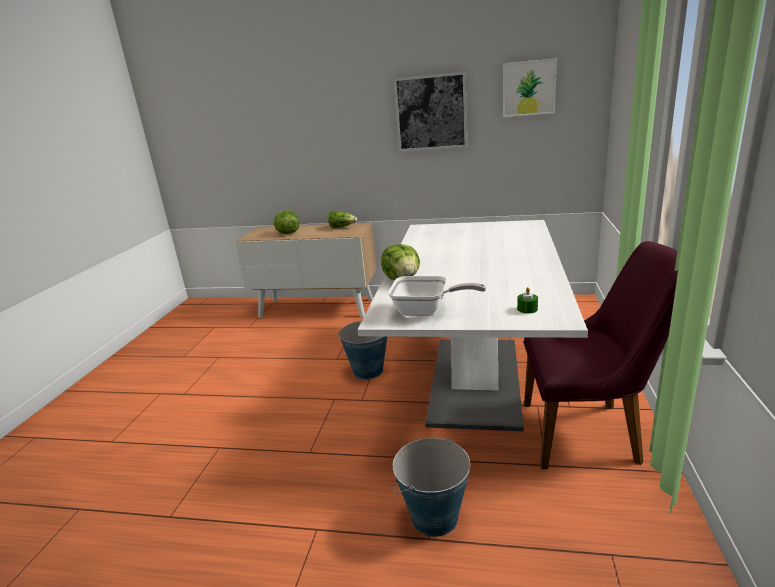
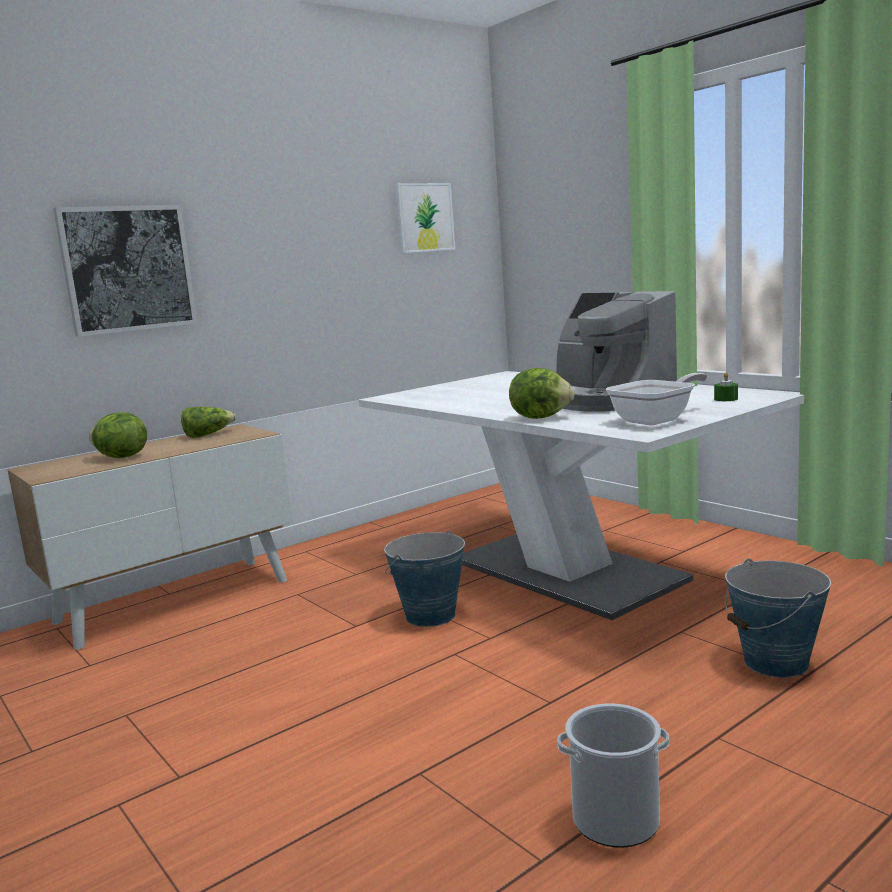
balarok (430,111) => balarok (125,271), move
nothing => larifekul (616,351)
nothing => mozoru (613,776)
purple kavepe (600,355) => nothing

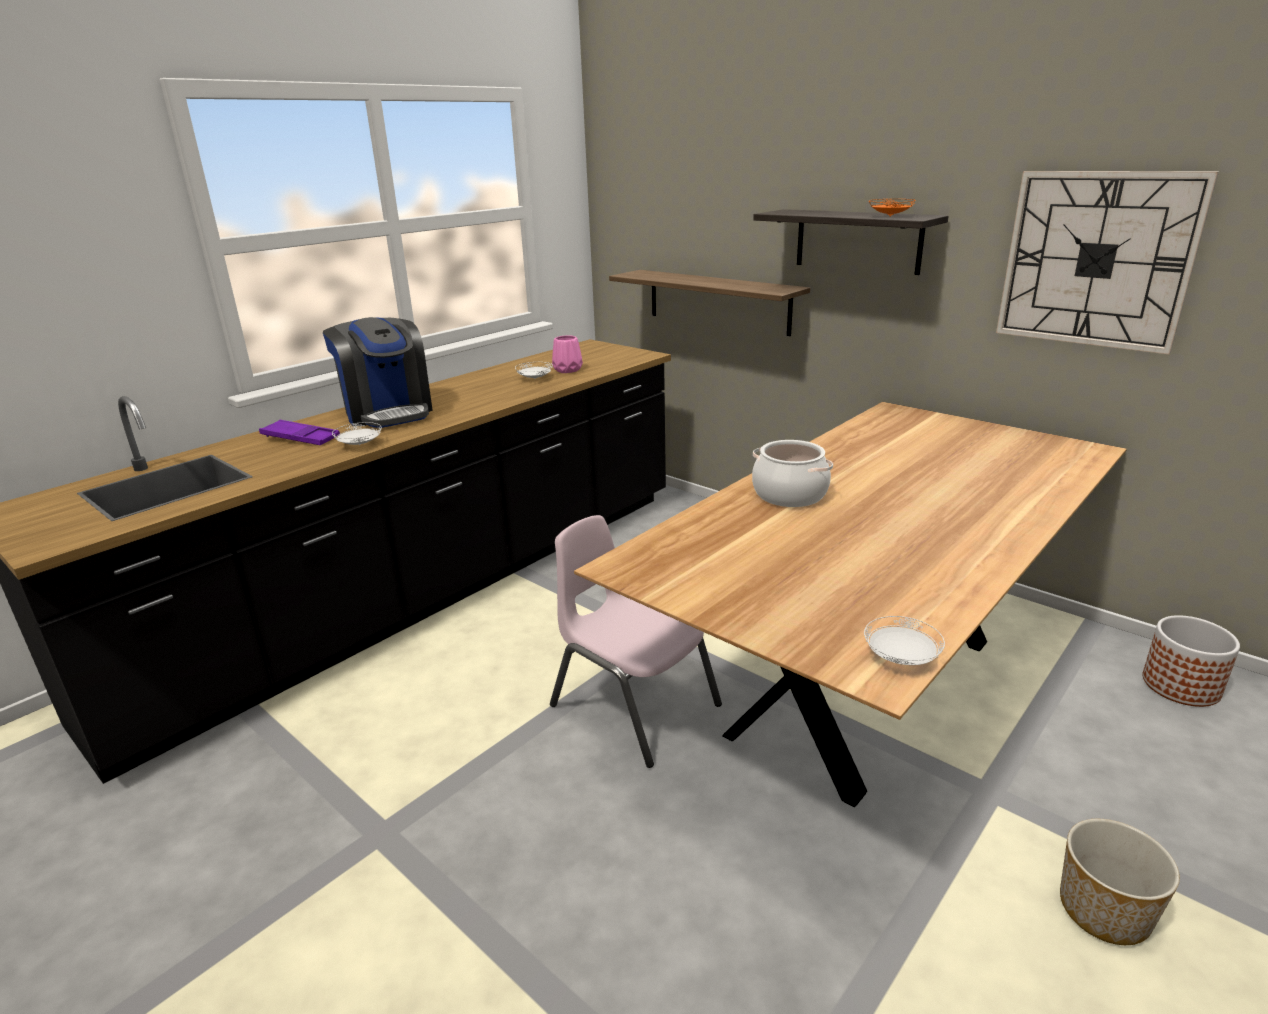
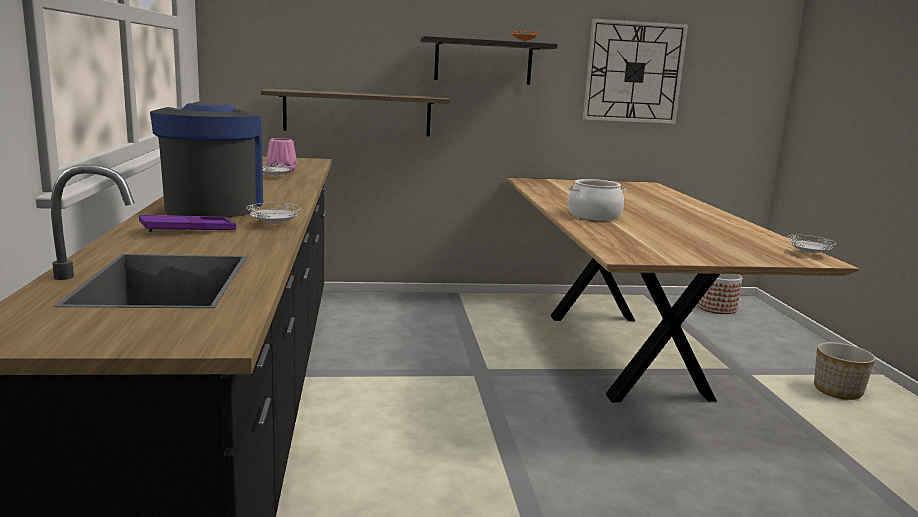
larifekul (378,372) => larifekul (206,159), 105 degrees counterclockwise
pink kavepe (636,641) => nothing

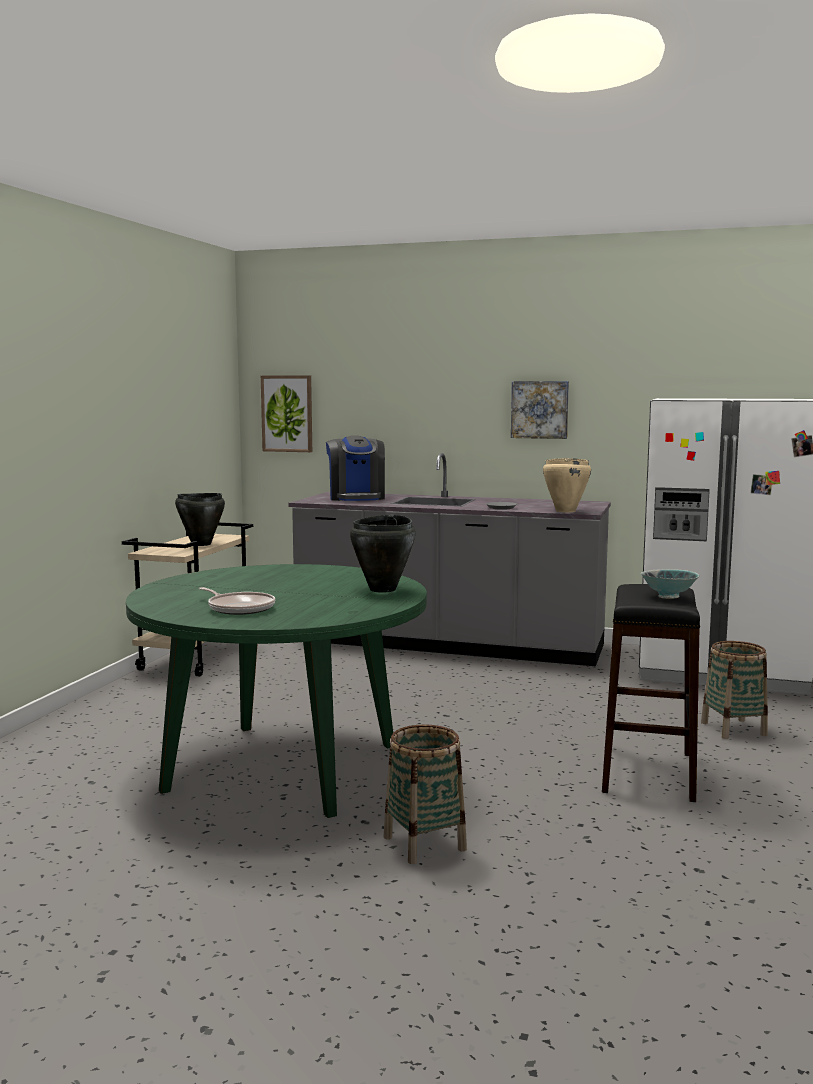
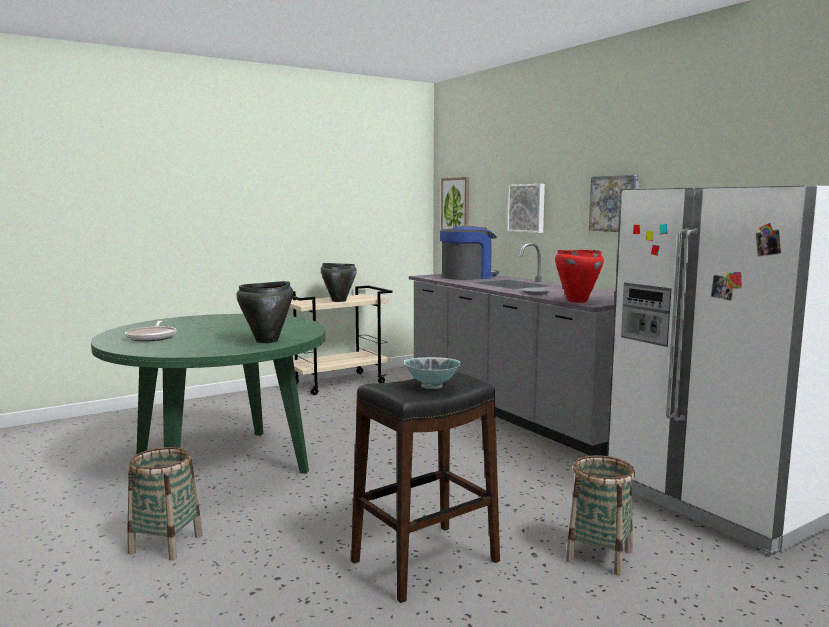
larifekul (355,468) => larifekul (469,253), 150 degrees counterclockwise
nothing => balarok (526,208)
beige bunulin (567,485) => red bunulin (579,276)

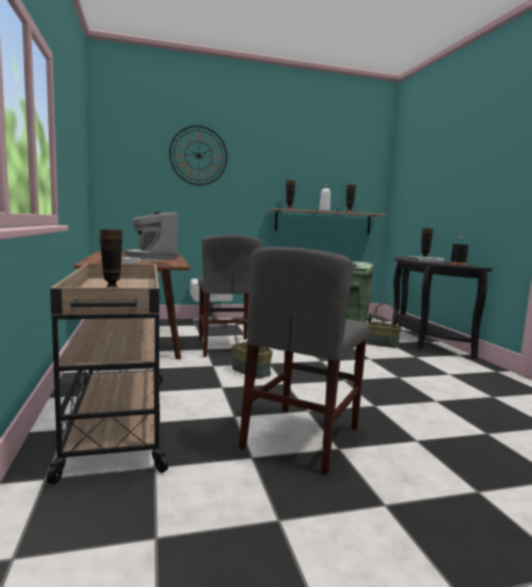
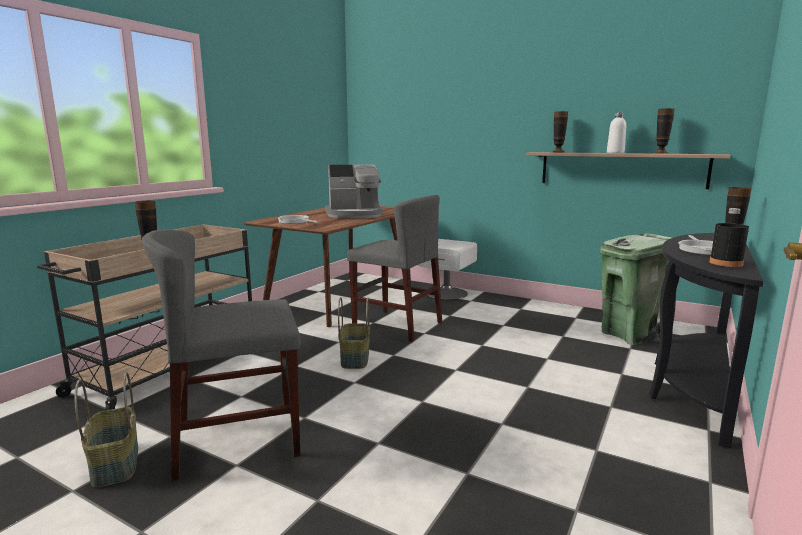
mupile (383,324) => mupile (106,429), move
larifekul (152,235) => larifekul (354,191), 120 degrees counterclockwise
grey kavepe (230,296) => grey kavepe (394,268), 90 degrees counterclockwise
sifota (198,155) => nothing

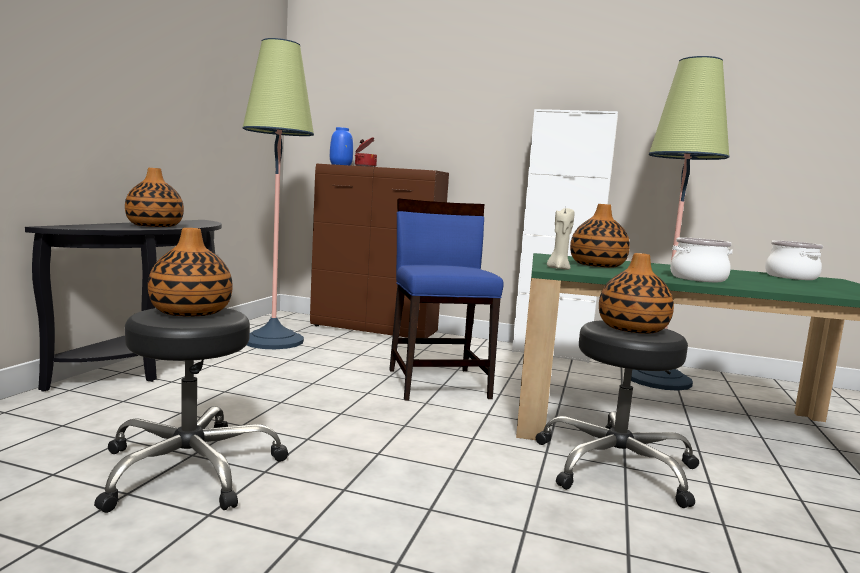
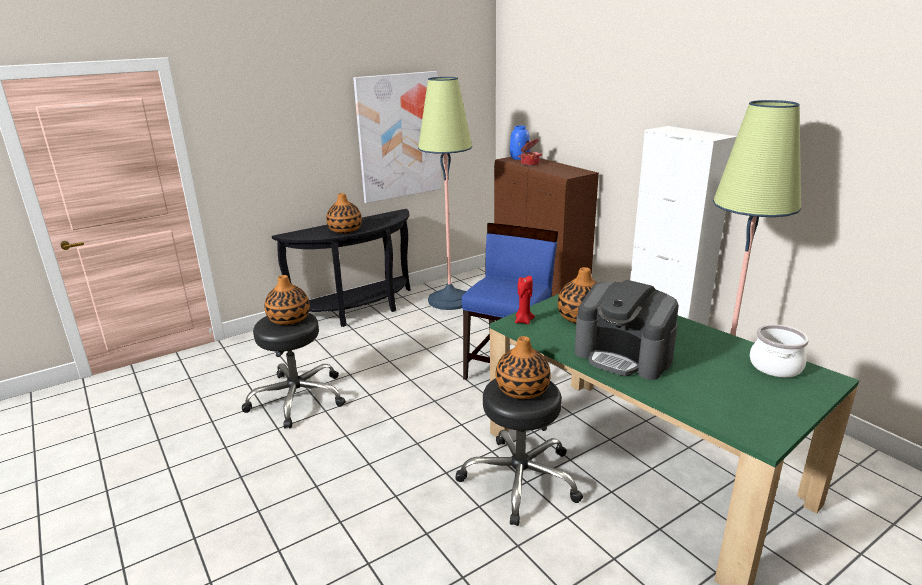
nothing => balarok (397,137)
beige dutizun (561,239) => red dutizun (525,300)
bunulin (701,259) => larifekul (627,330)

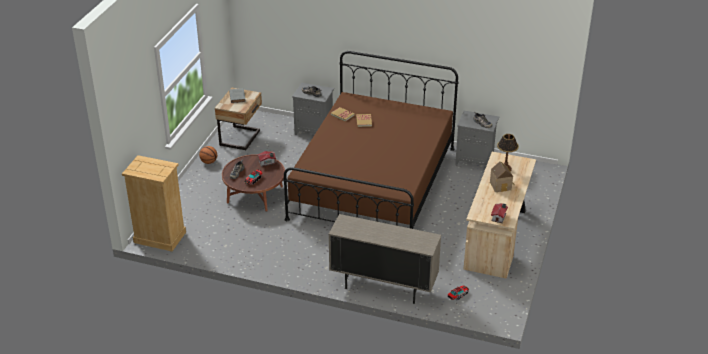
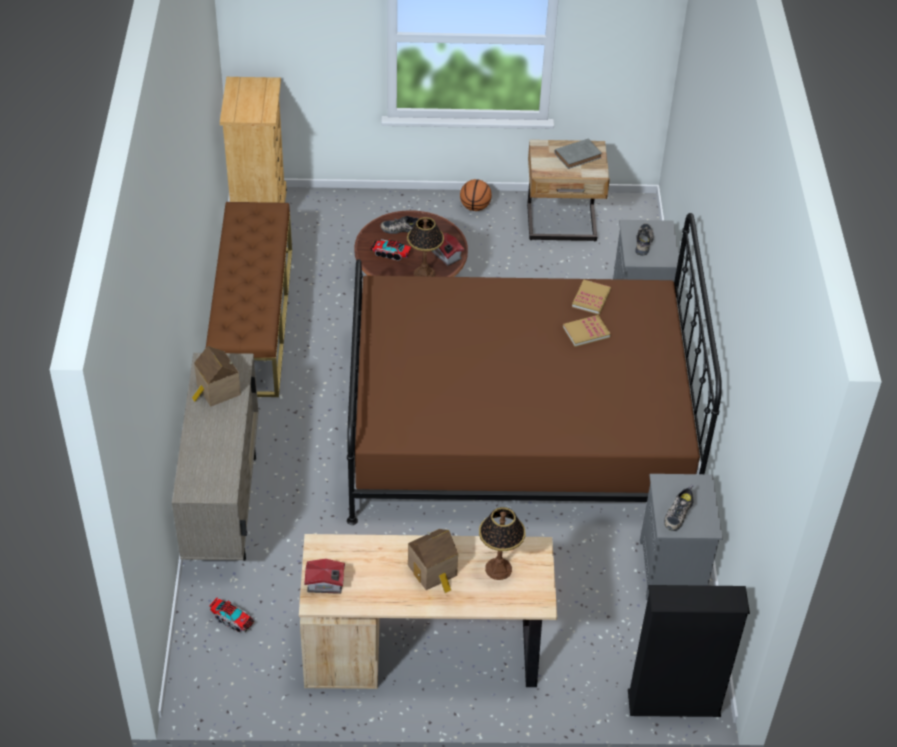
nothing => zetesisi (216,376)
nothing => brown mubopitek (249,299)
nothing => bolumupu (425,247)
nothing => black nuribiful (689,651)

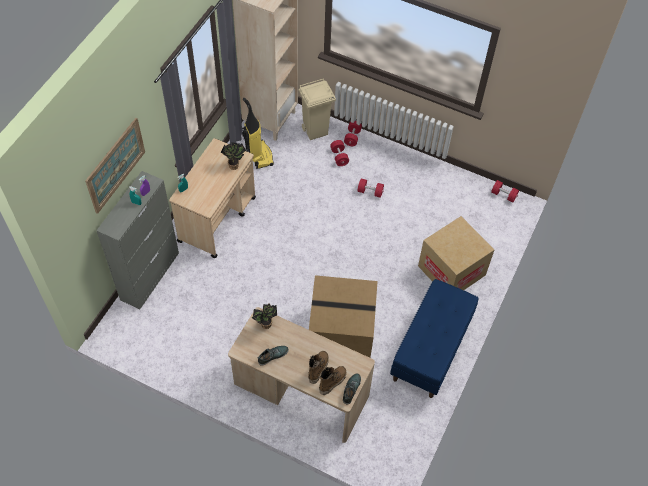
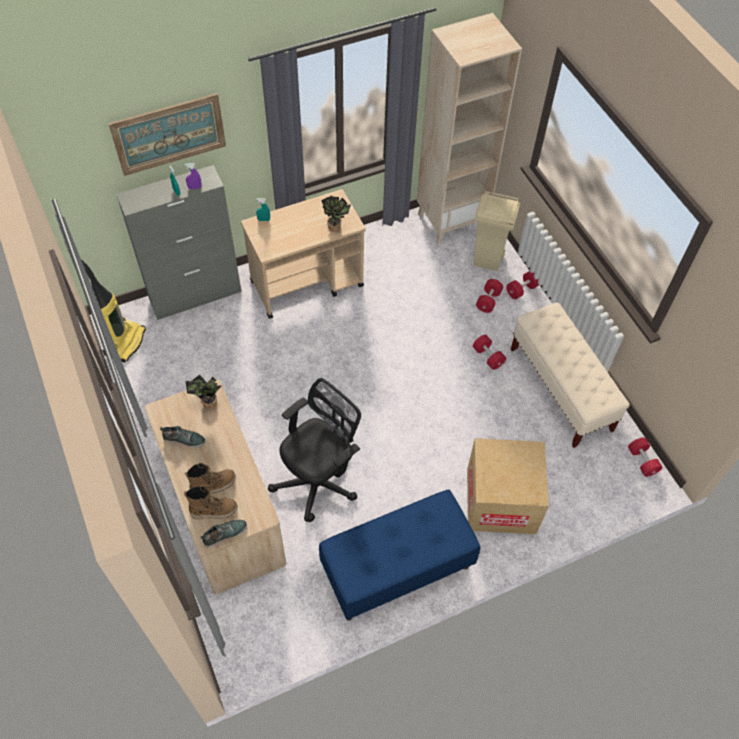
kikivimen (258,133) => kikivimen (113,311), move
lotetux (343,316) => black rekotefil (314,450)
nothing => beige mubopitek (570,375)

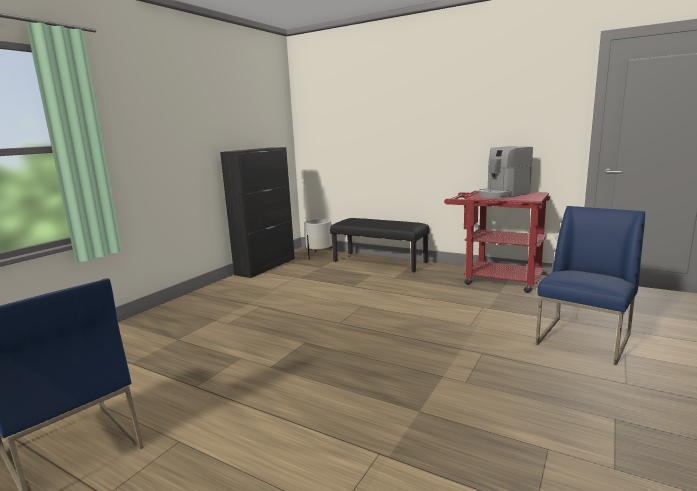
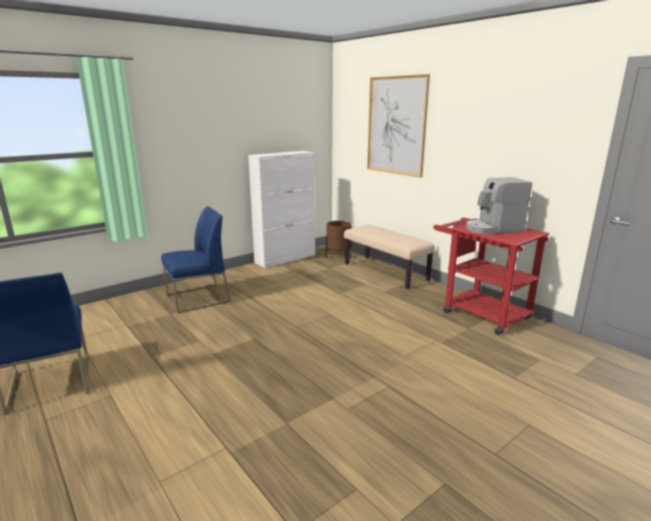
blue kavepe (590,285) => blue kavepe (196,259), move
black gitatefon (257,212) => white gitatefon (281,209)
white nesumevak (318,239) => brown nesumevak (339,239)
black mubopitek (380,245) => beige mubopitek (389,257)
nothing => balarok (398,126)

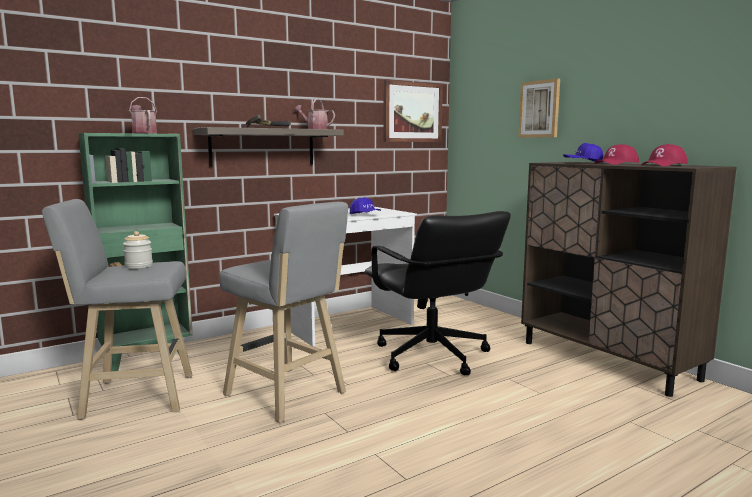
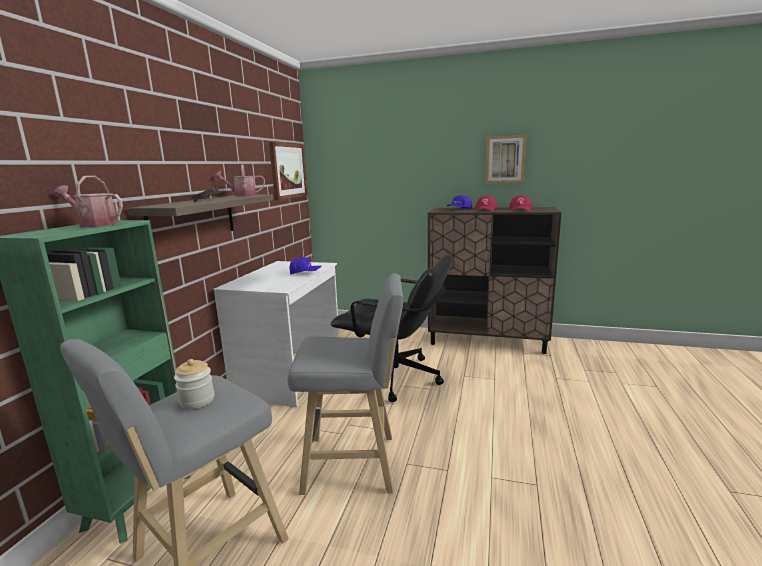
balarok (539,108) => balarok (505,159), move

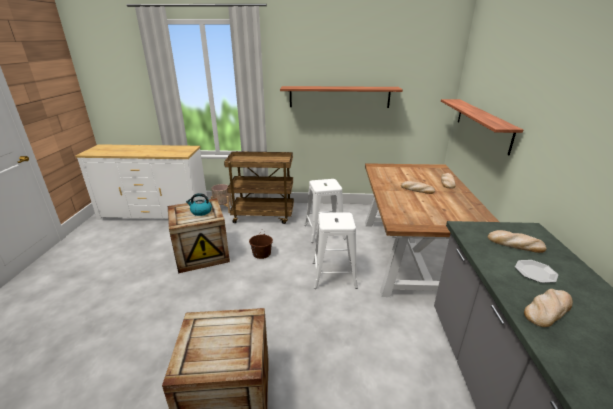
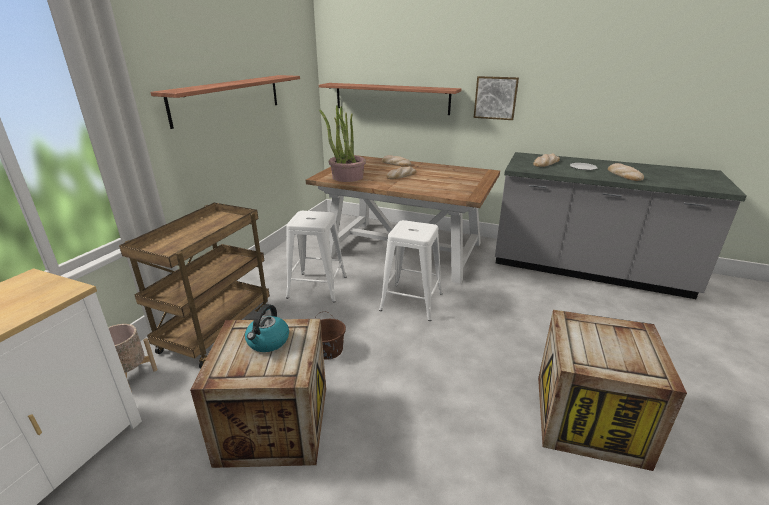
nothing => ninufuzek (342,144)
nothing => balarok (496,98)

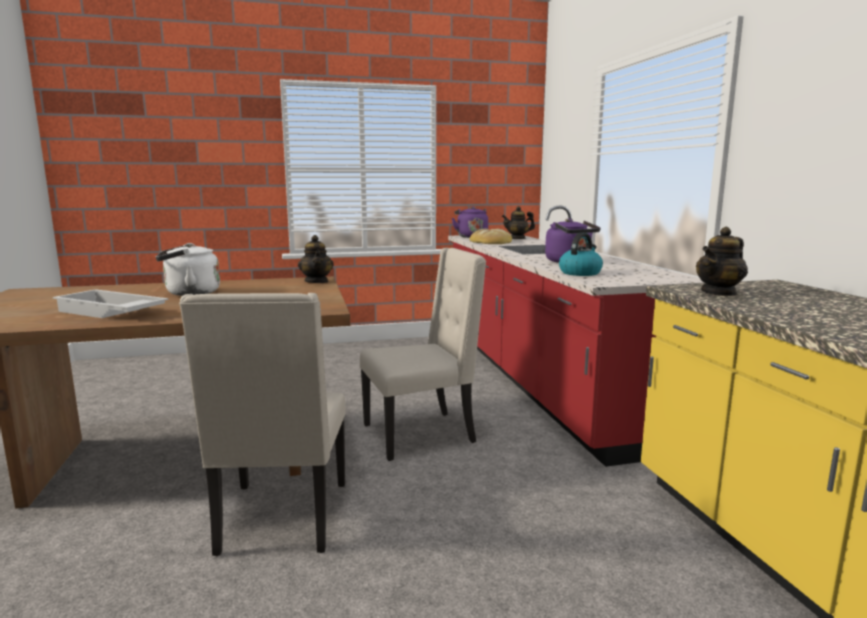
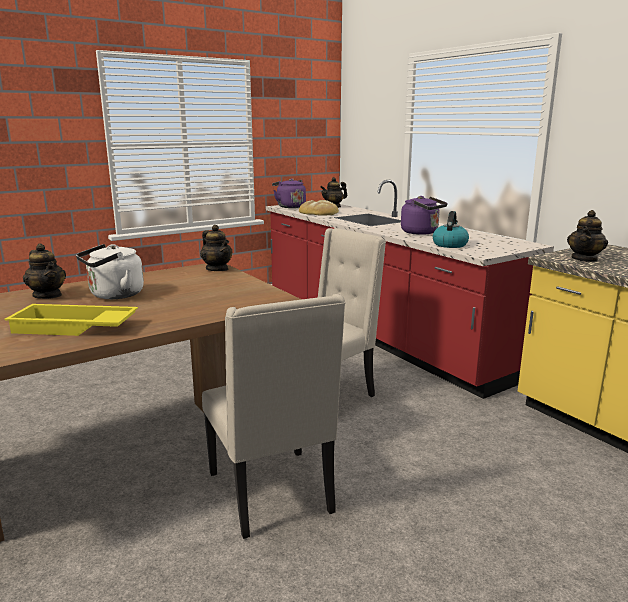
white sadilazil (110,303) => yellow sadilazil (71,320)
nothing => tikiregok (44,271)

